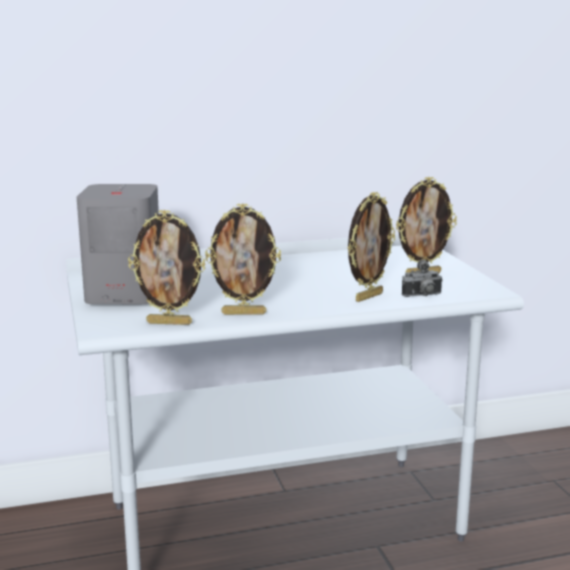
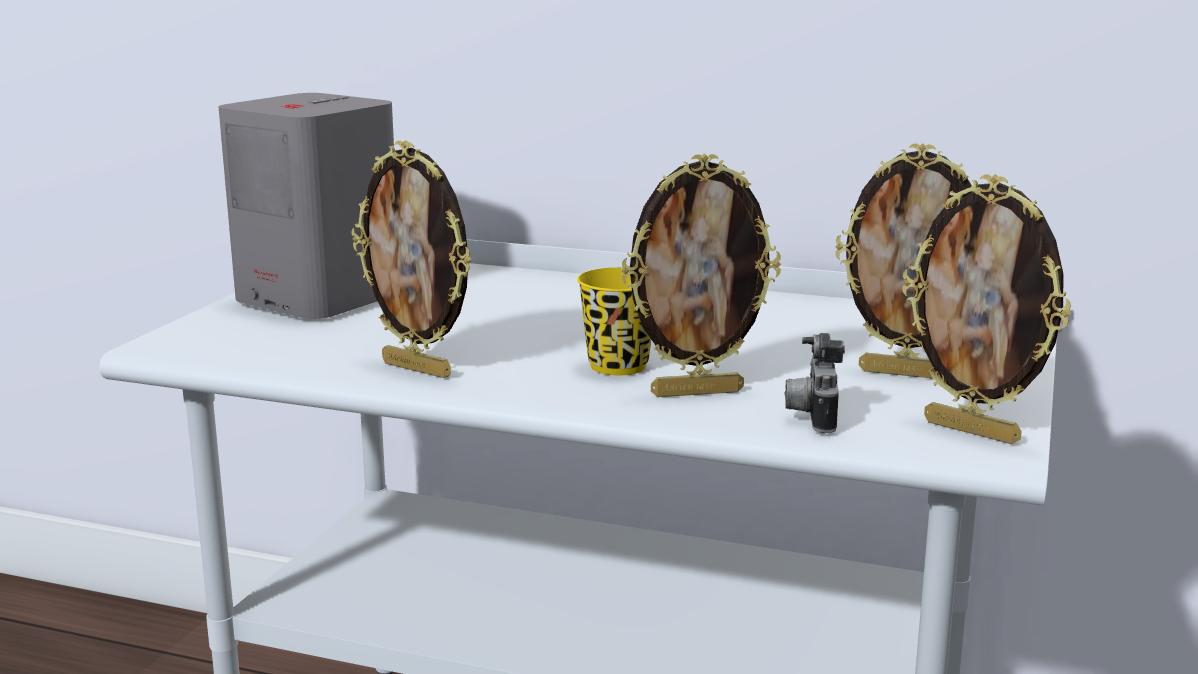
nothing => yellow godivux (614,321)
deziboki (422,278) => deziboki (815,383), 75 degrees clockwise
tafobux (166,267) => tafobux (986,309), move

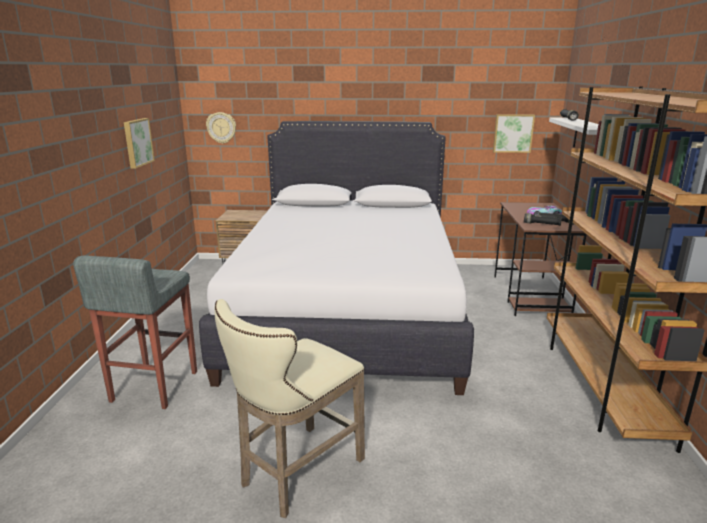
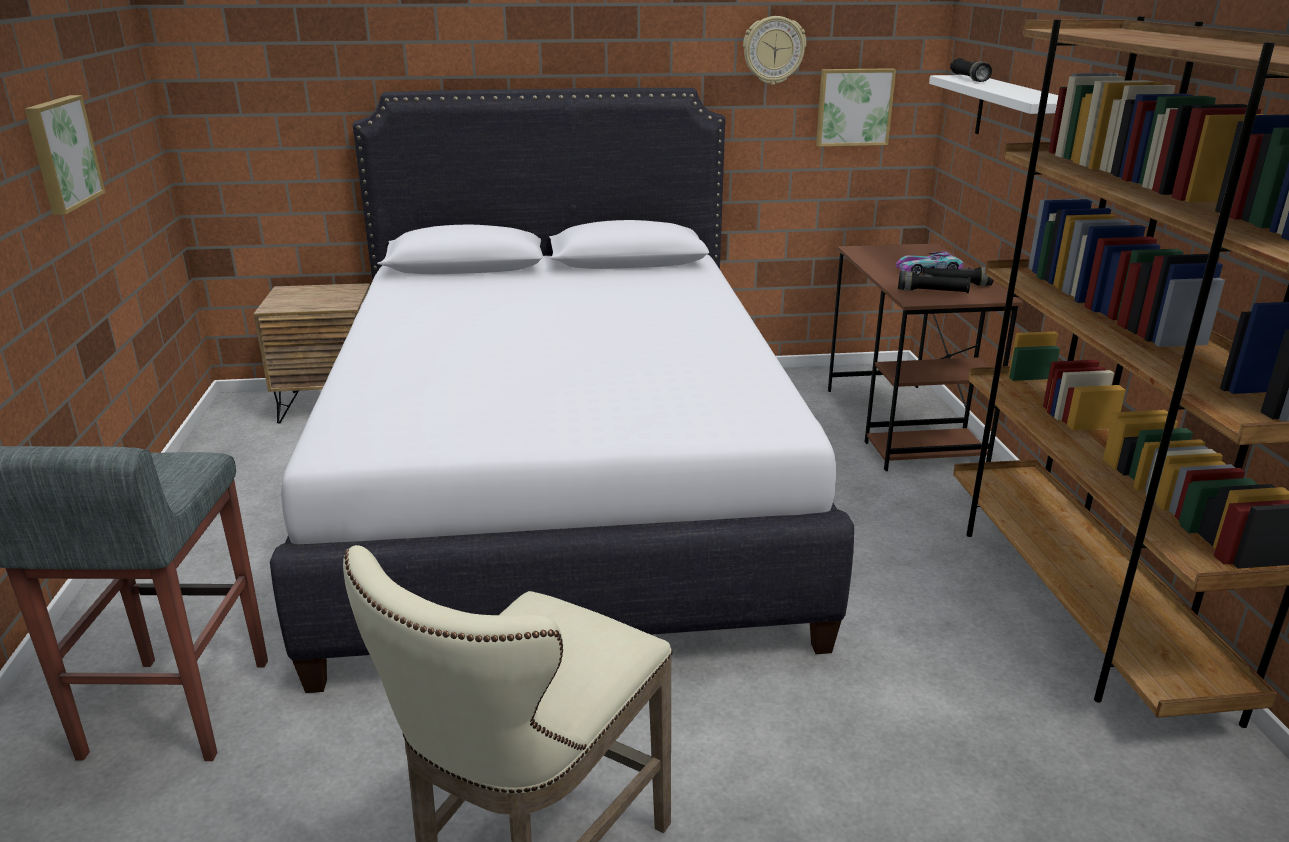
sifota (221,128) => sifota (774,50), move

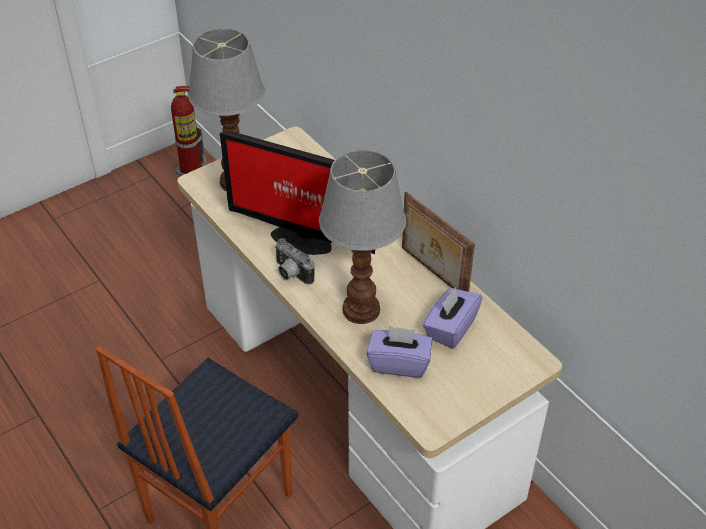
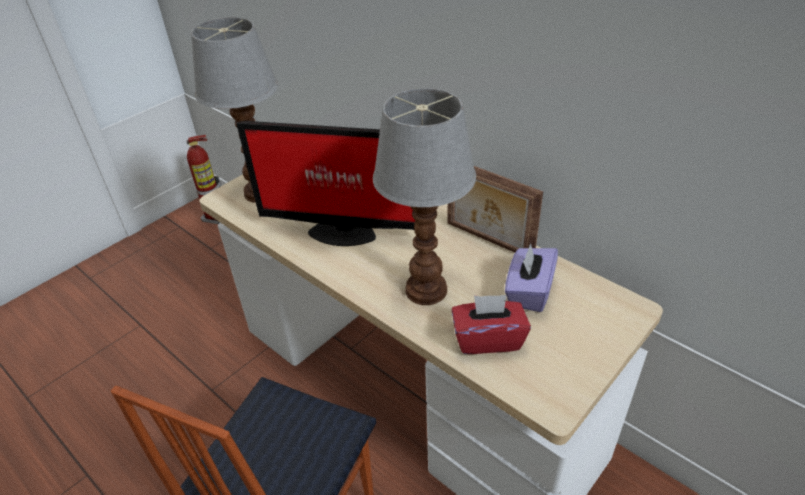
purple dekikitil (399,352) => red dekikitil (491,324)
deziboki (295,261) => nothing

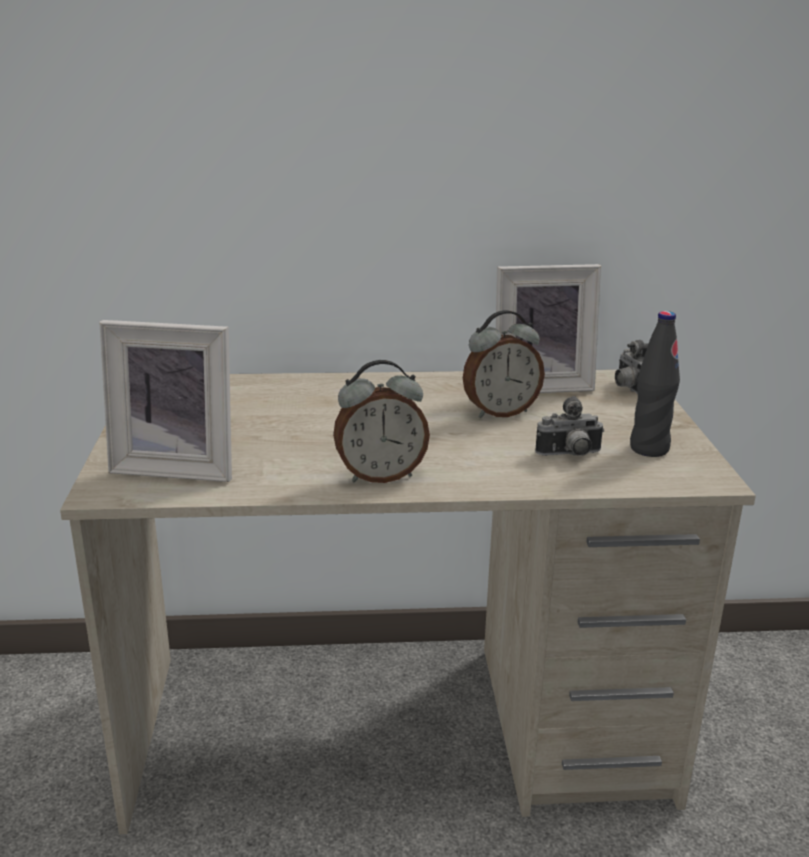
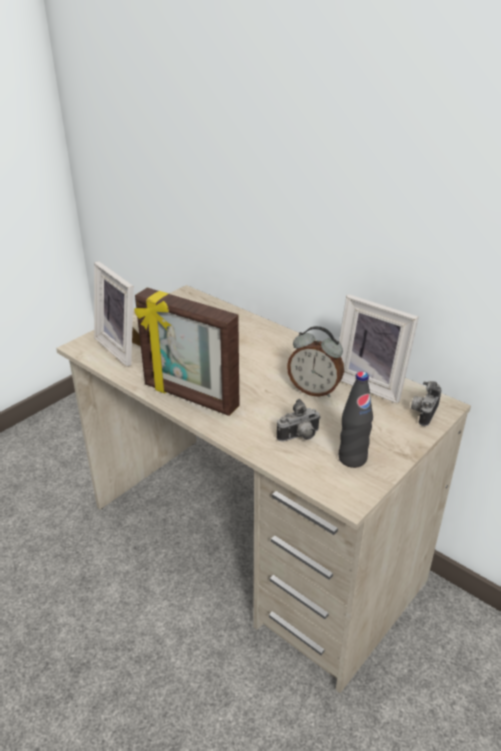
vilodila (381,421) => tafobux (187,352)
deziboki (569,426) => deziboki (299,420), 60 degrees counterclockwise

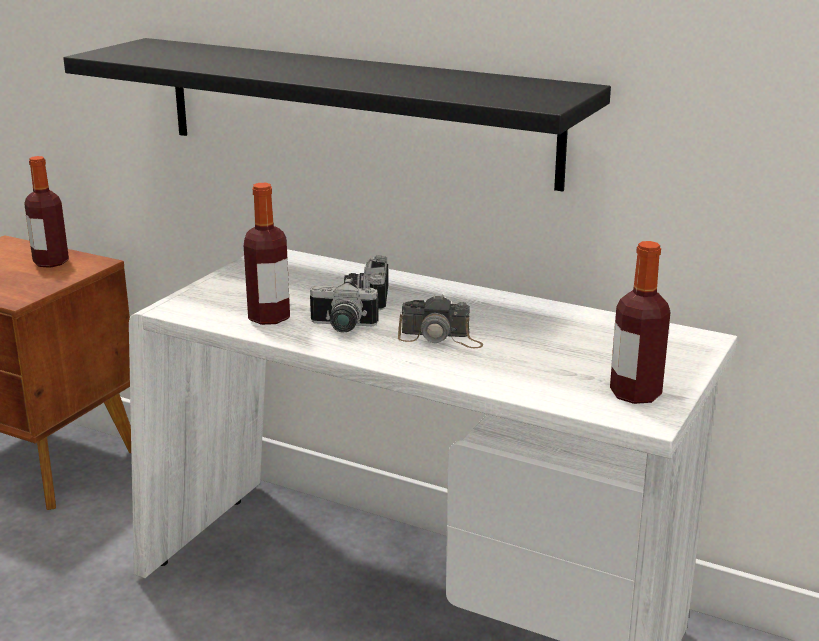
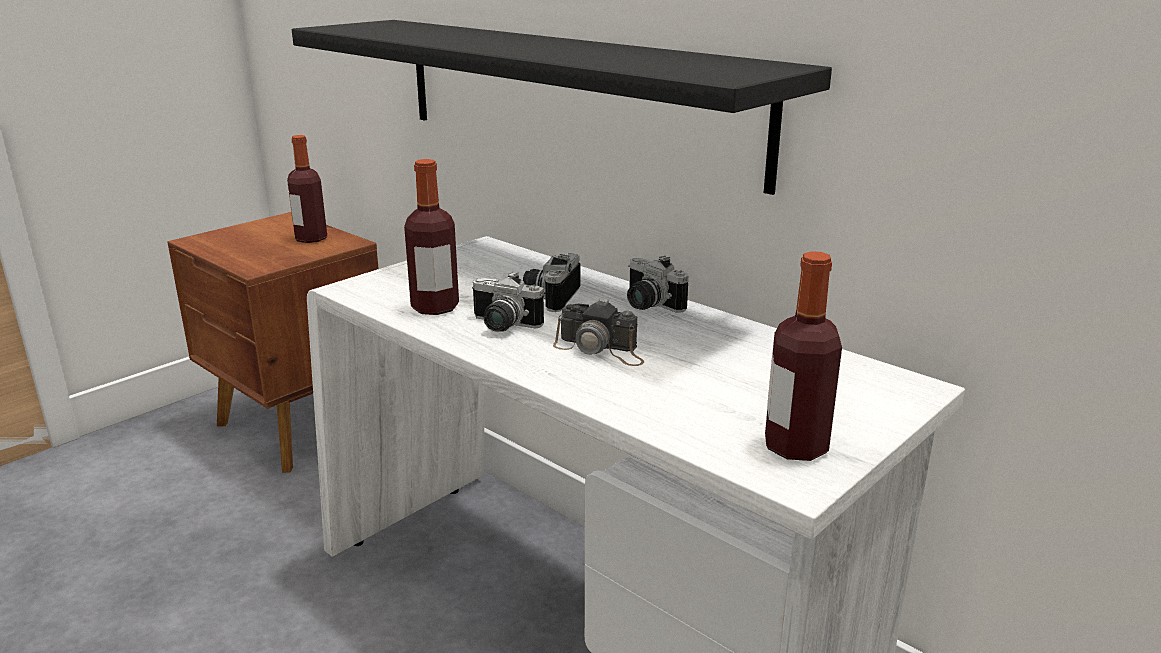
nothing => deziboki (657,284)

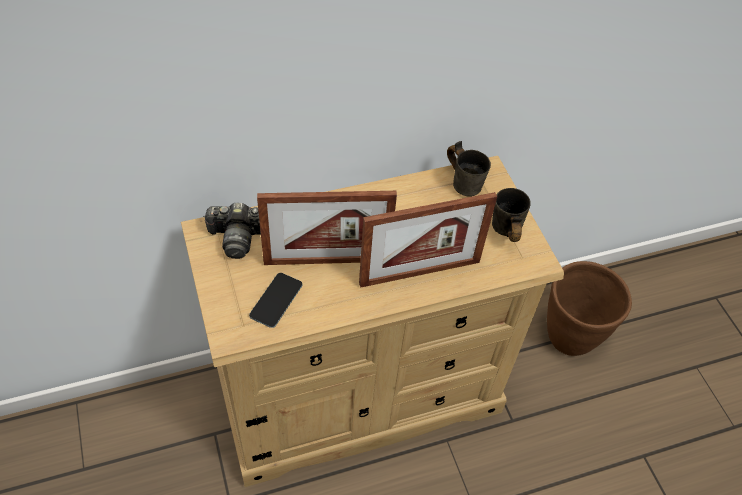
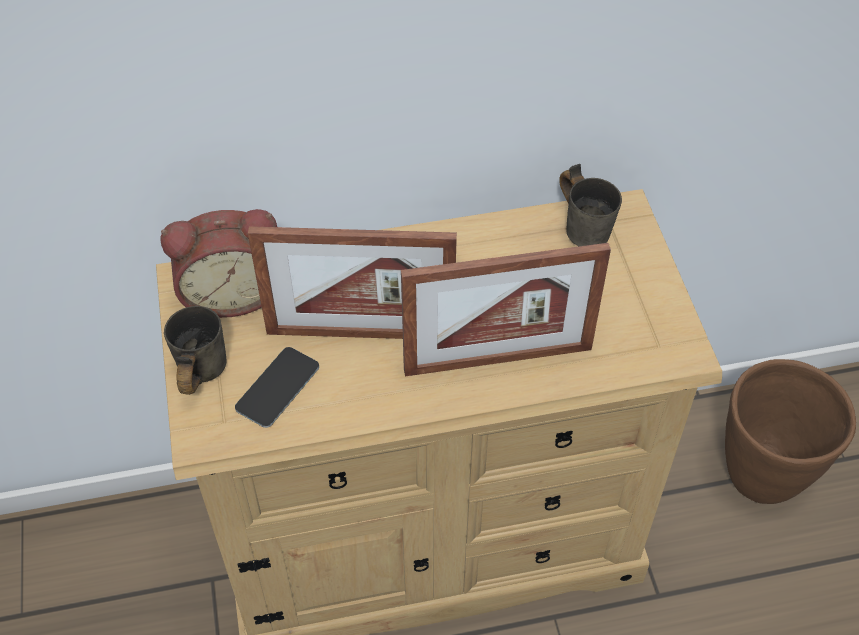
deziboki (232,231) => vilodila (218,263)
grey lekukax (511,215) => grey lekukax (195,350), move

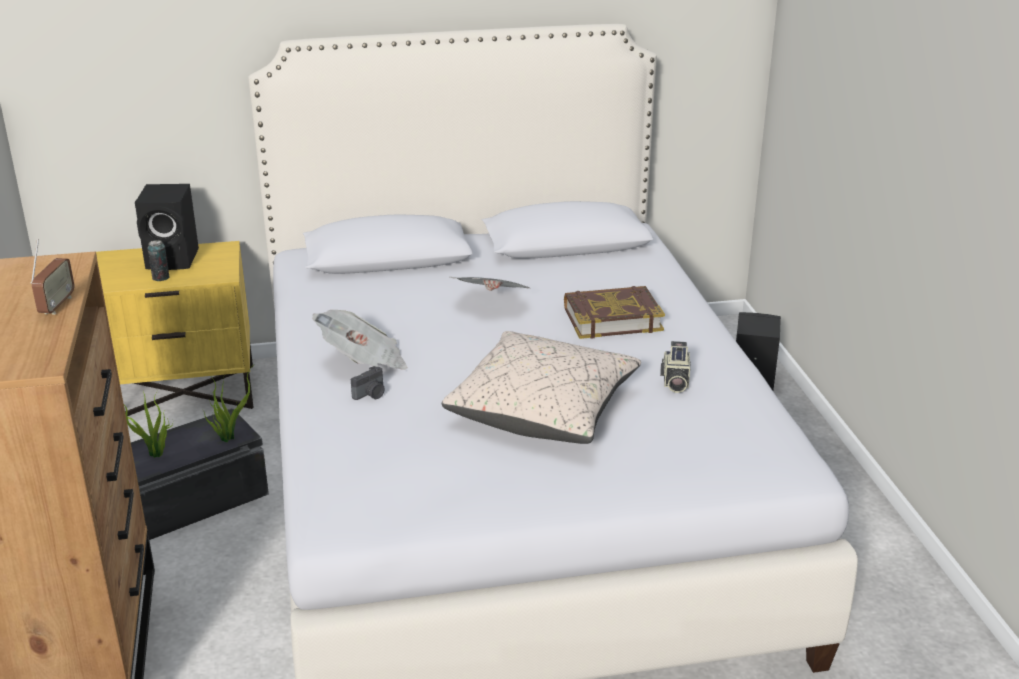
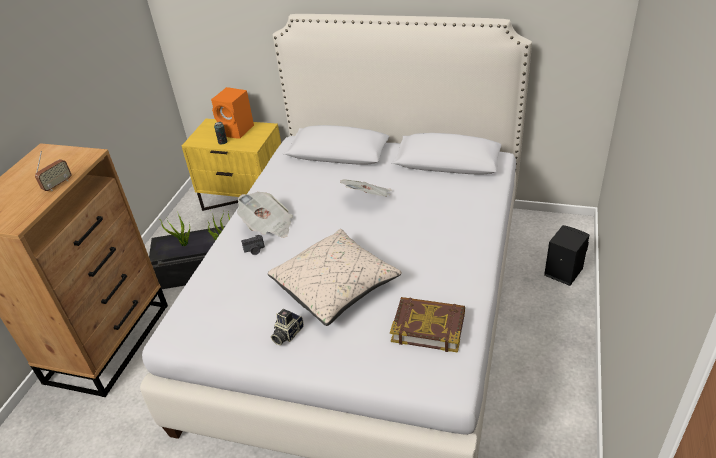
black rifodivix (167,227) => orange rifodivix (232,113)
deziboki (675,367) => deziboki (287,327), move
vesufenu (614,312) => vesufenu (427,325), move

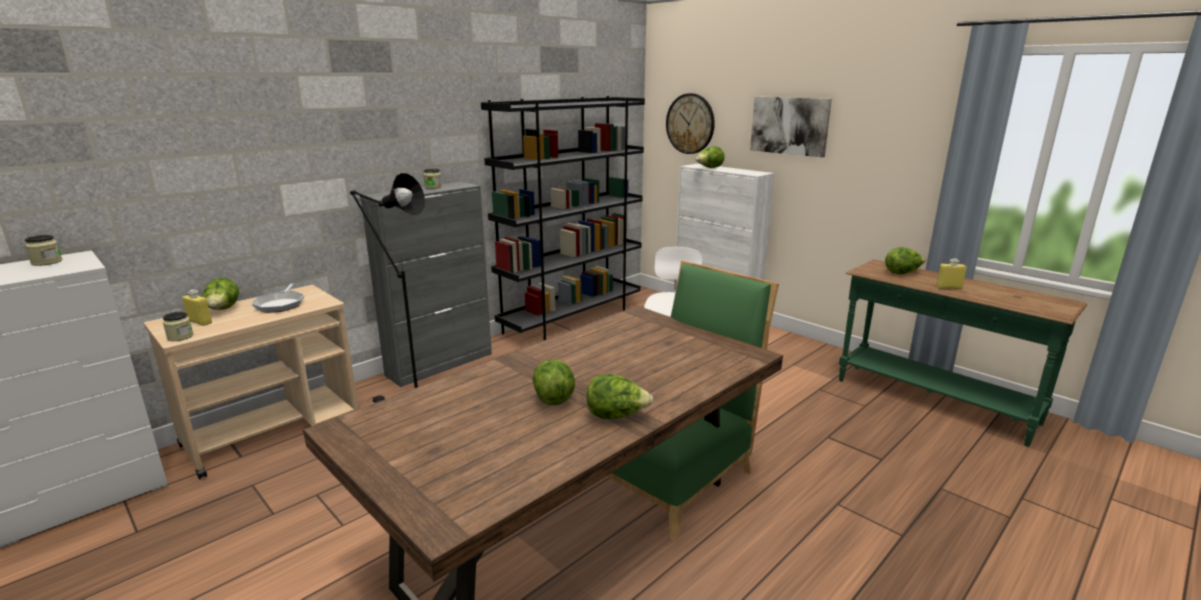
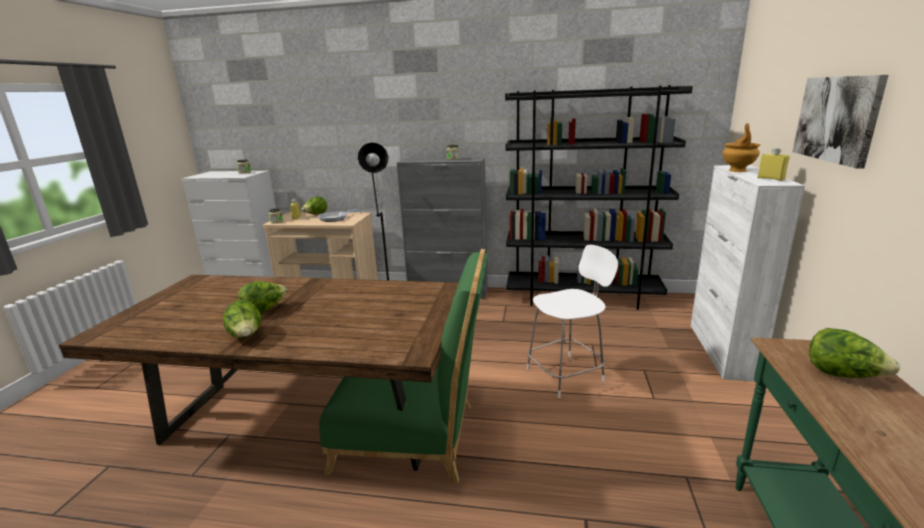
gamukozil (710,157) => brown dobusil (741,147)
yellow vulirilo (951,273) => yellow vulirilo (773,164), move
sifota (690,123) => nothing

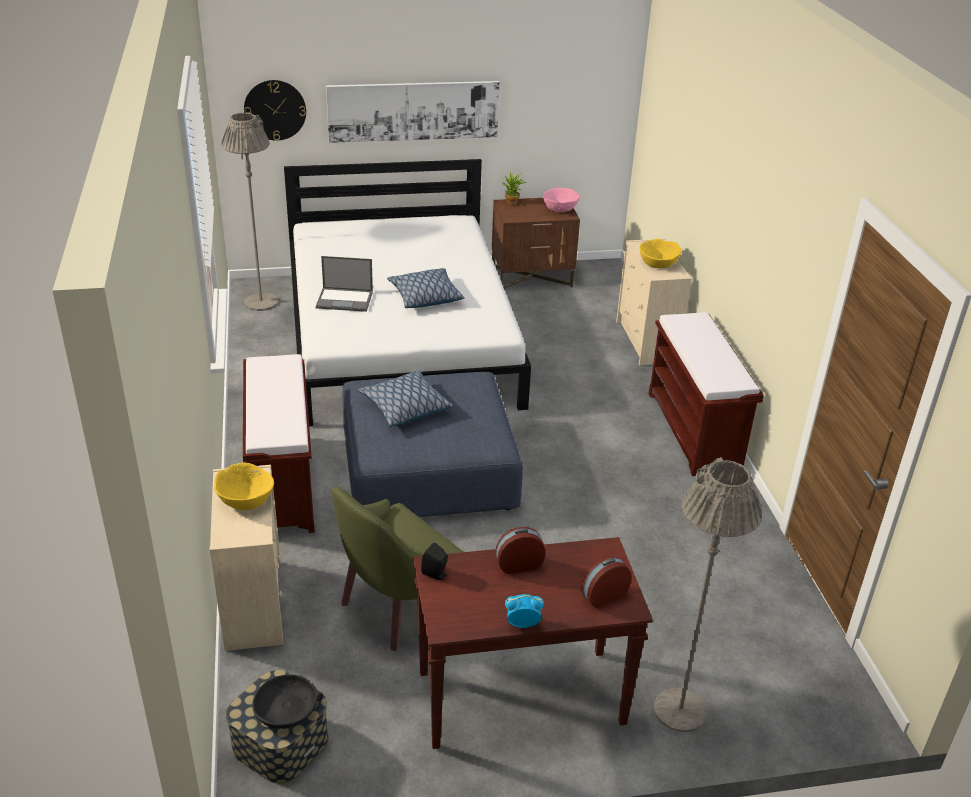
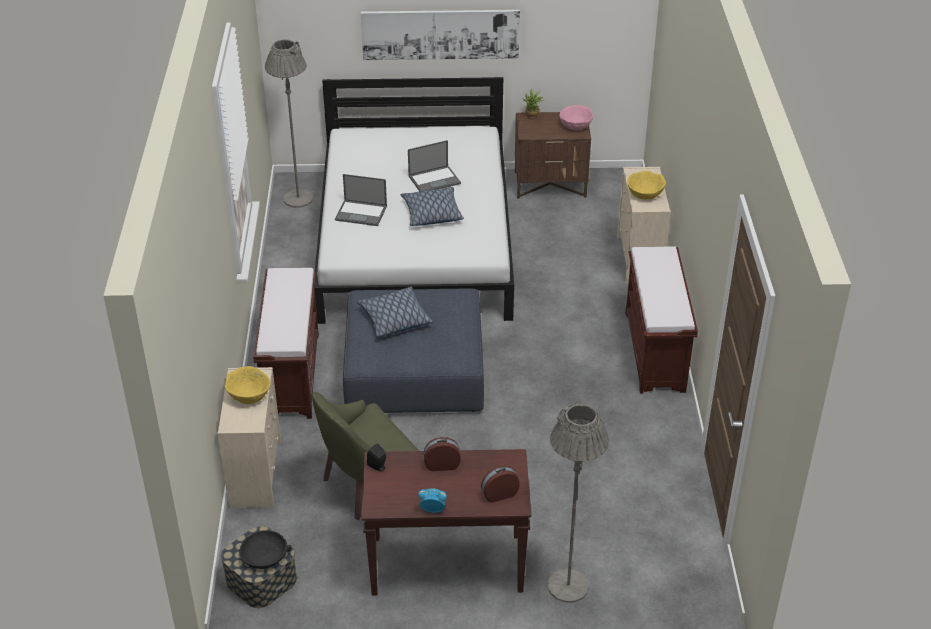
nothing => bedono (434,166)
sifota (275,110) => nothing

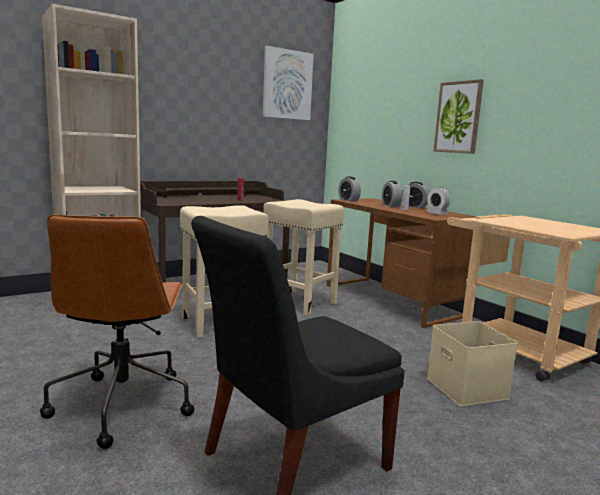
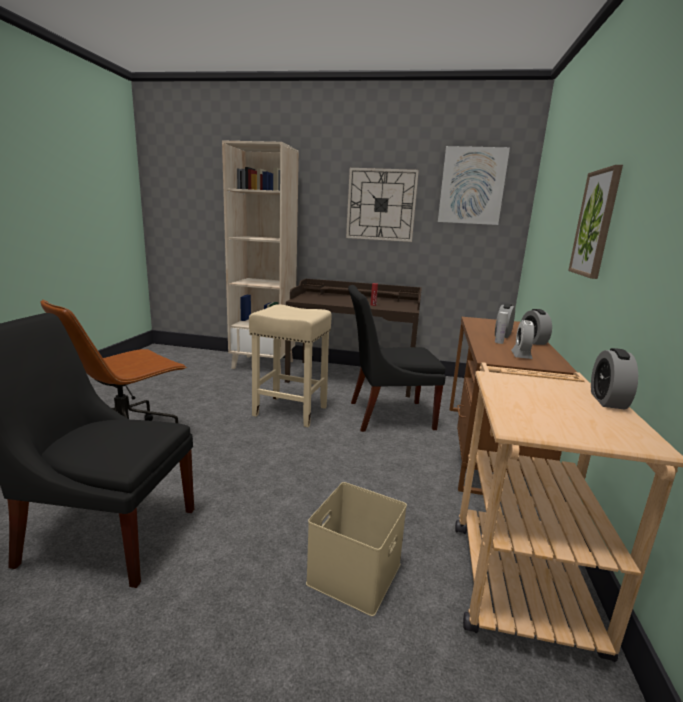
nothing => sifota (382,205)
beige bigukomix (303,257) => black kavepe (397,358)
vilodila (349,189) => vilodila (614,379), move

